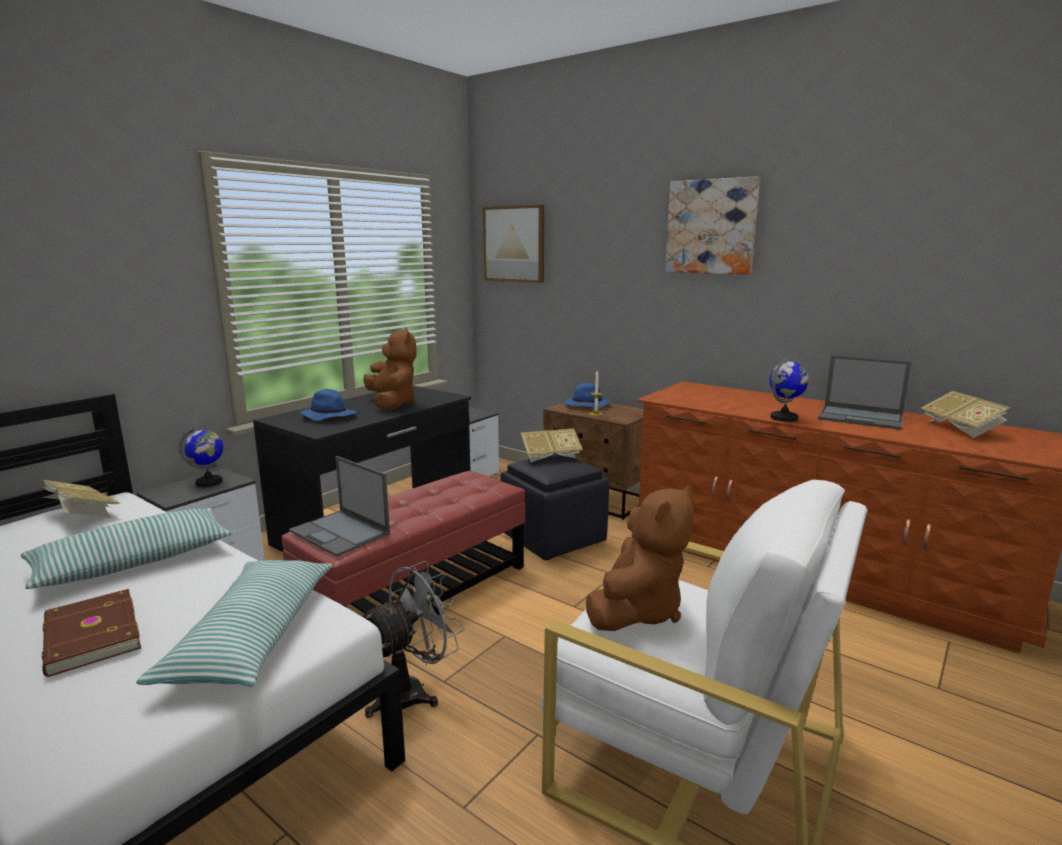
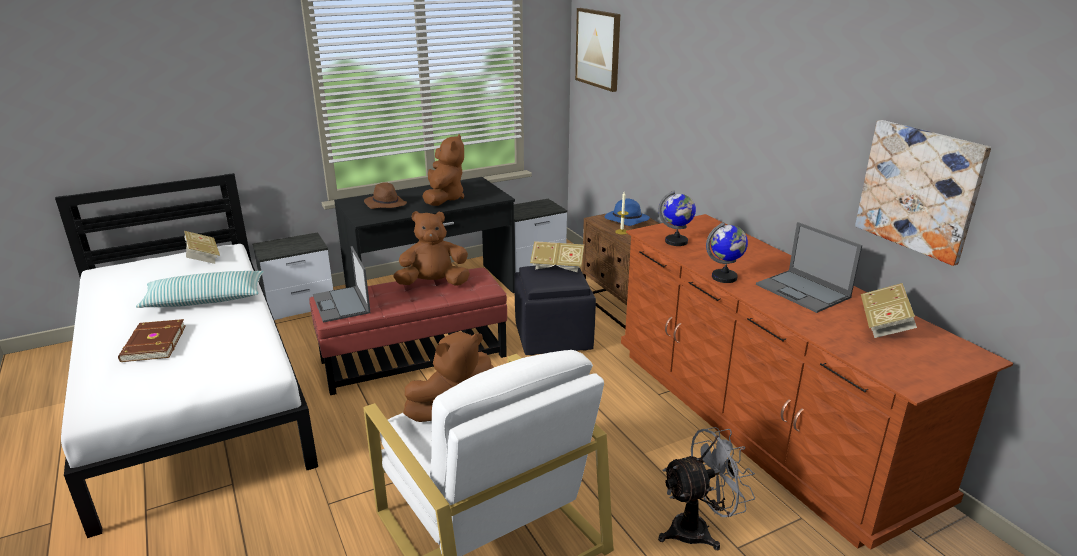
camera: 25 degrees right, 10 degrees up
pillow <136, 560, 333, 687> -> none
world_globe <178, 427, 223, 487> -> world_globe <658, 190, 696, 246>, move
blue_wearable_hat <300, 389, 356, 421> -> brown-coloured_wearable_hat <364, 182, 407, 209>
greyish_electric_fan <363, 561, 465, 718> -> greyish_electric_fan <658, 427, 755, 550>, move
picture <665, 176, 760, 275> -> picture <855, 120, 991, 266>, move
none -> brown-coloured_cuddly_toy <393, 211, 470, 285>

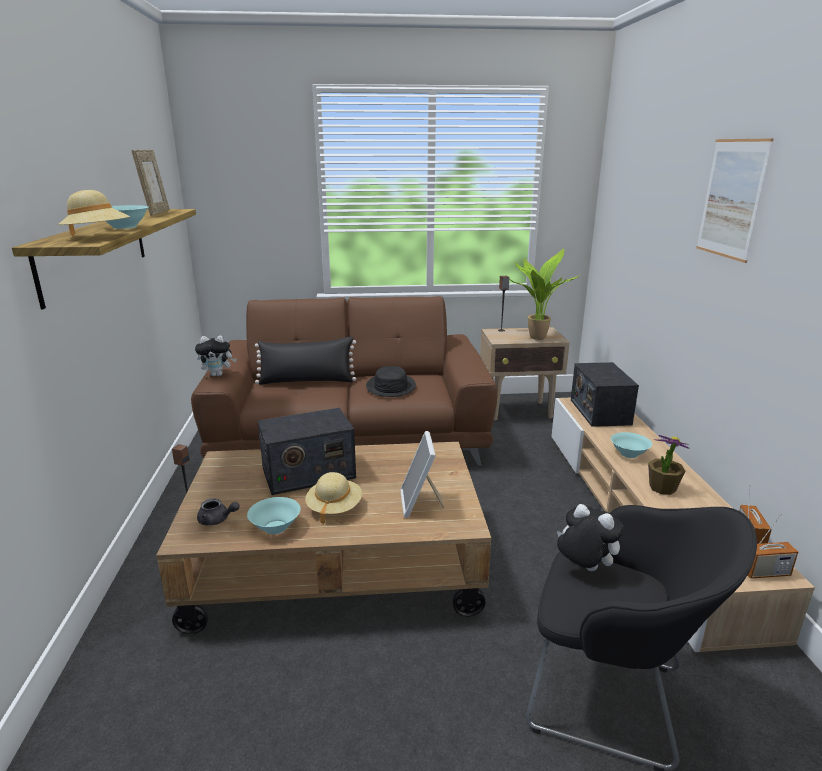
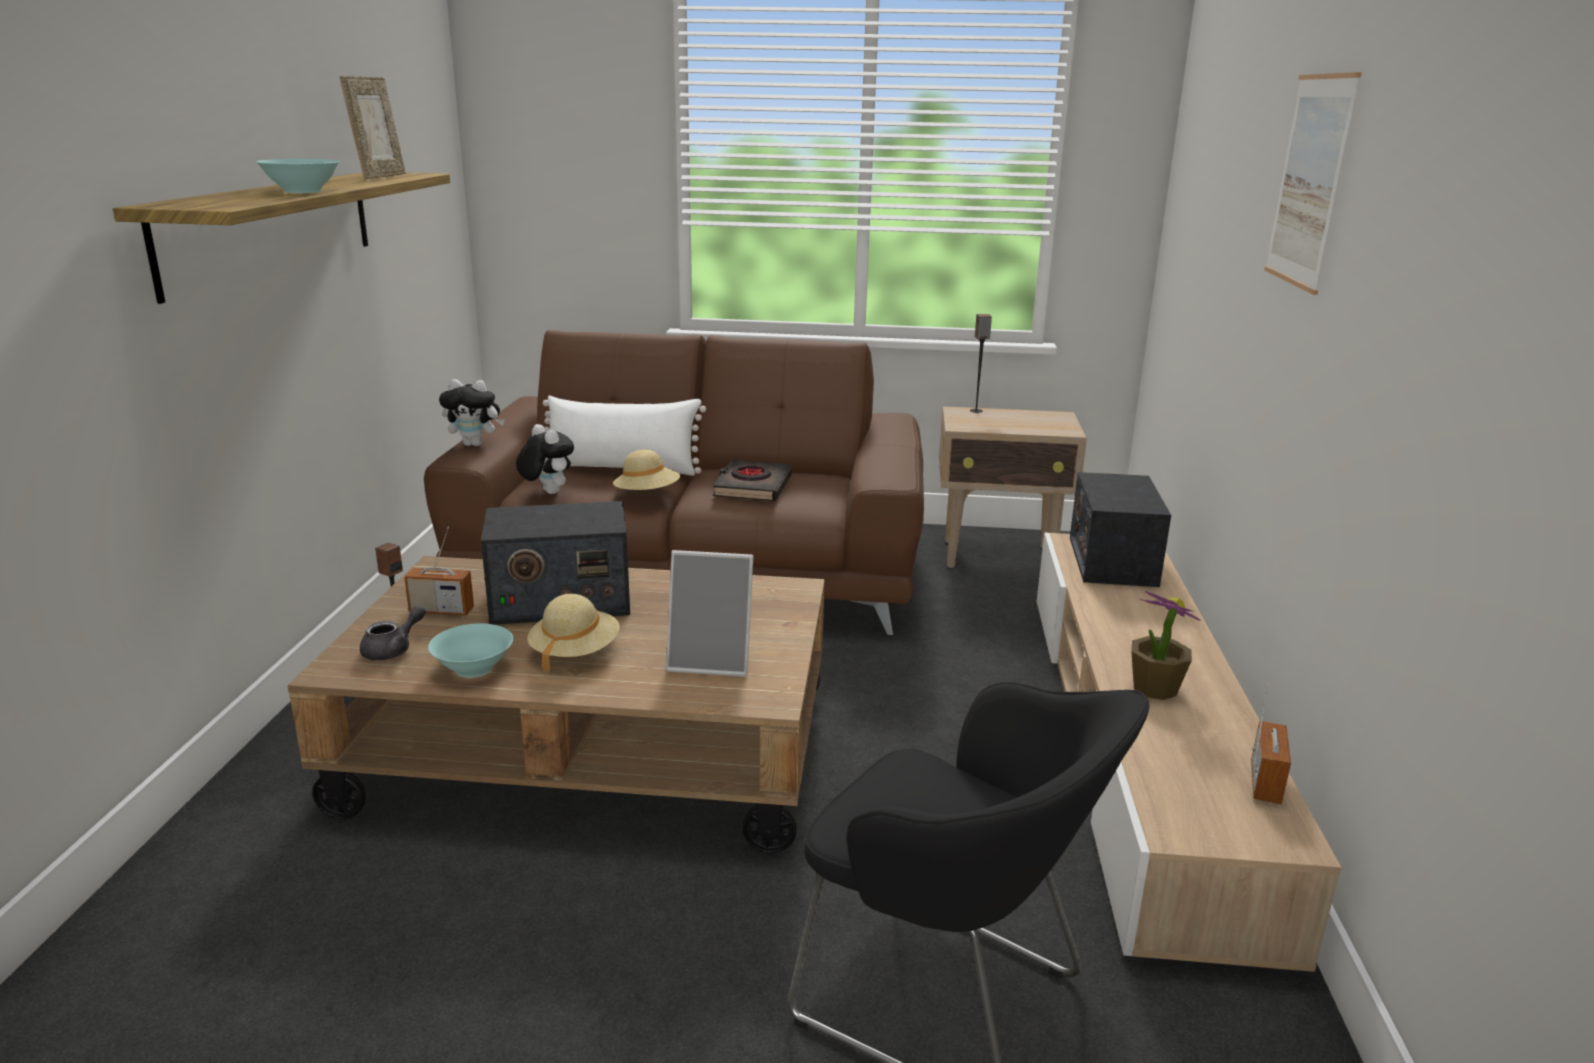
camera: 10 degrees right, 0 degrees up
sand-coloured_wearable_hat <58, 190, 130, 236> -> sand-coloured_wearable_hat <613, 450, 680, 490>, move
greyish_tea_pot <197, 498, 240, 526> -> greyish_tea_pot <360, 605, 426, 660>, 75 degrees counterclockwise
blackish_pillow <255, 336, 356, 385> -> white_pillow <543, 396, 706, 476>
blackish_wearable_hat <366, 366, 416, 397> -> blackish_bound_book <713, 459, 792, 501>
picture_frame <400, 431, 444, 518> -> picture_frame <666, 550, 753, 677>, 90 degrees counterclockwise
plant_in_a_pot <510, 249, 579, 340> -> none
cuddly_toy <557, 504, 624, 571> -> cuddly_toy <516, 424, 574, 494>, move
turquoise-coloured_serving_bowl <611, 432, 652, 458> -> none
radio_receiver <747, 513, 798, 579> -> radio_receiver <404, 527, 474, 615>, move

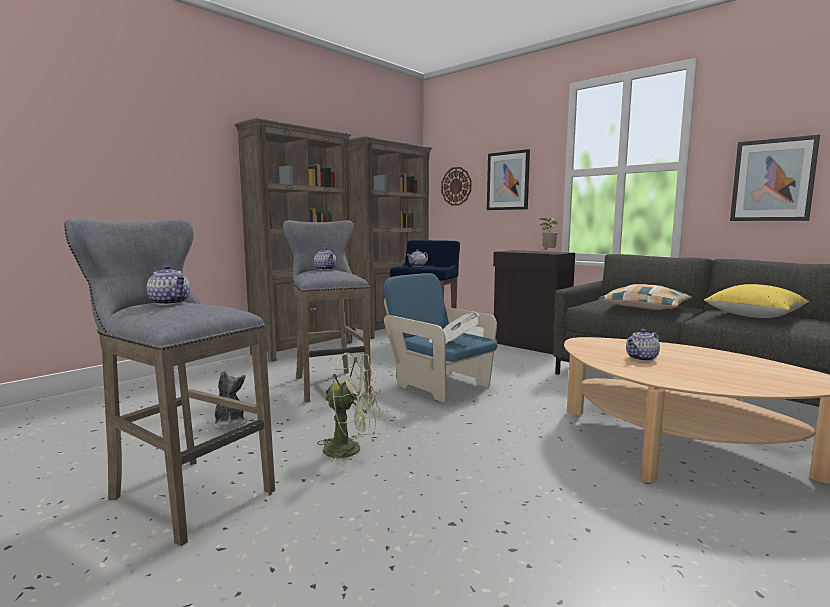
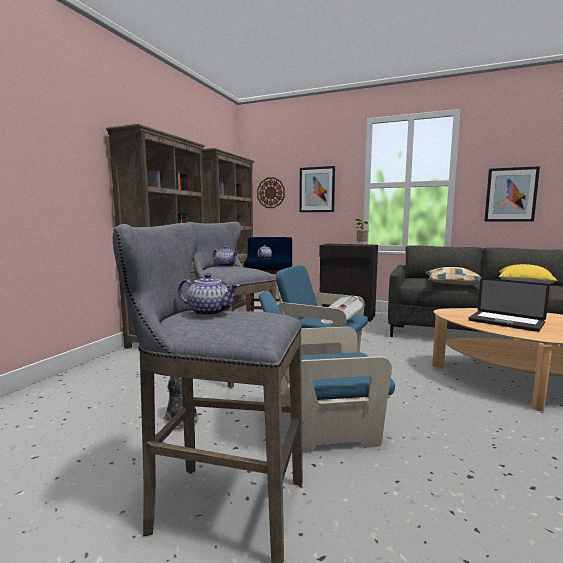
camera: 20 degrees left, 0 degrees up
green_electric_fan <317, 353, 380, 466> -> blue_armchair <259, 291, 395, 453>
tea_pot <626, 329, 660, 361> -> portable_computer <468, 278, 550, 332>

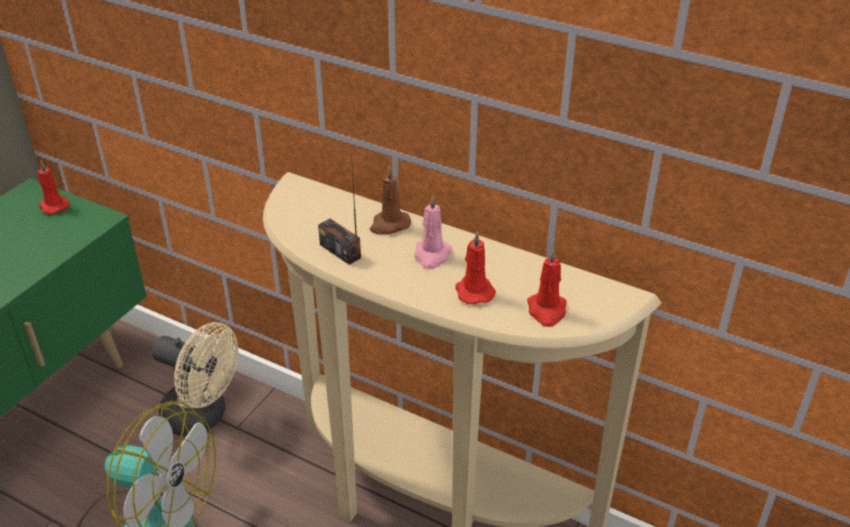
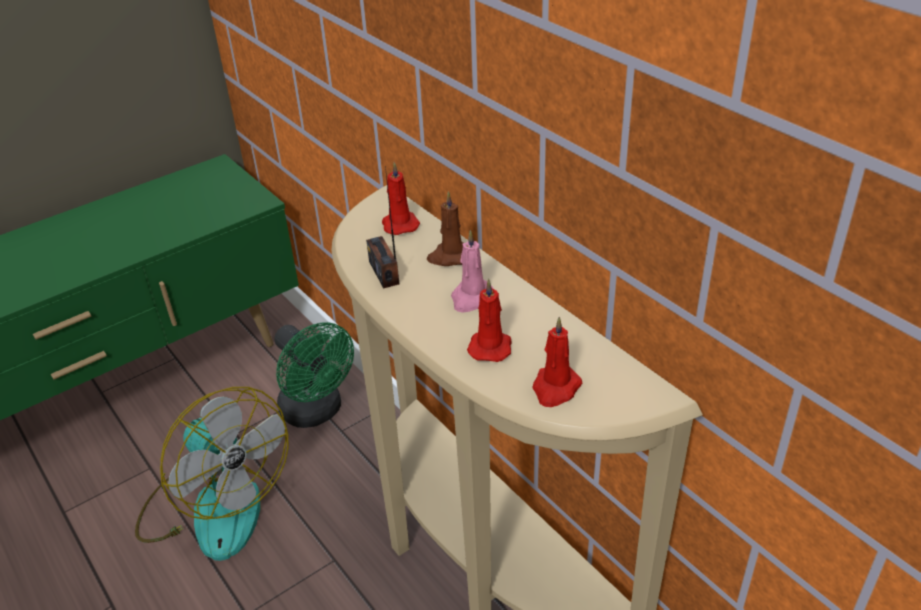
camera: 25 degrees right, 0 degrees up
red_wax_light <38, 161, 70, 214> -> red_wax_light <382, 162, 420, 235>, move
sand-coloured_electric_fan <152, 322, 238, 436> -> green_electric_fan <274, 322, 354, 428>

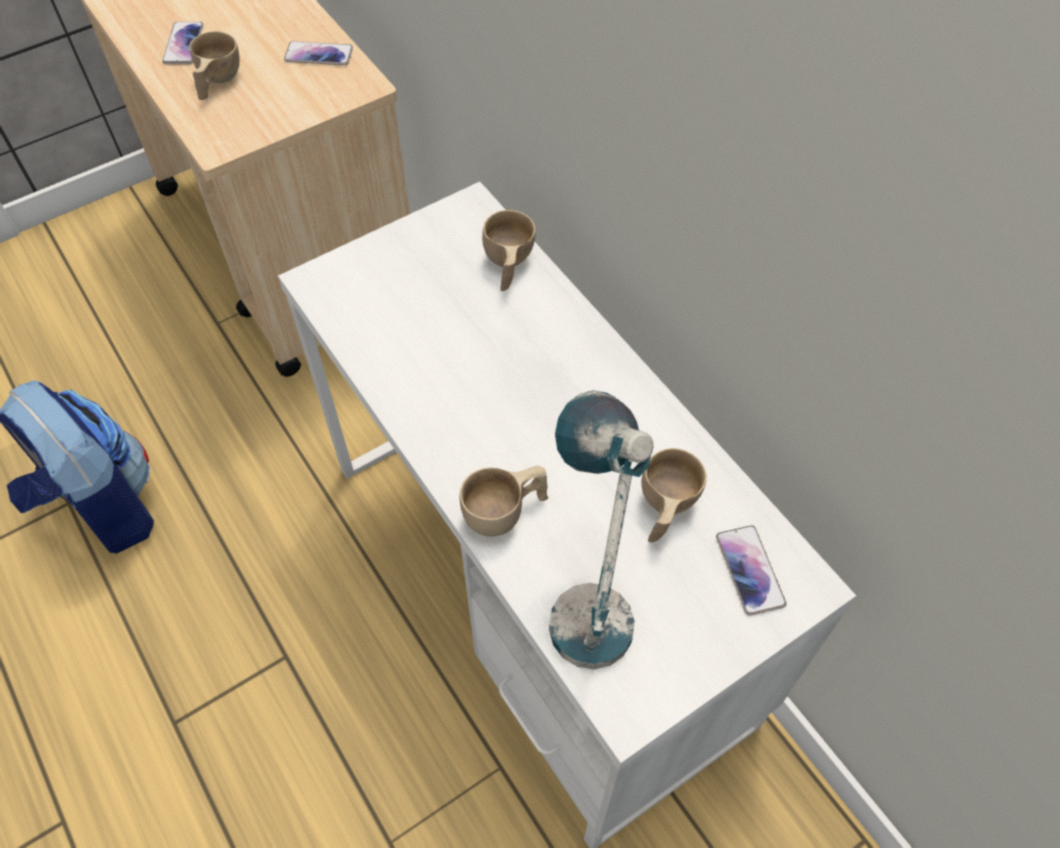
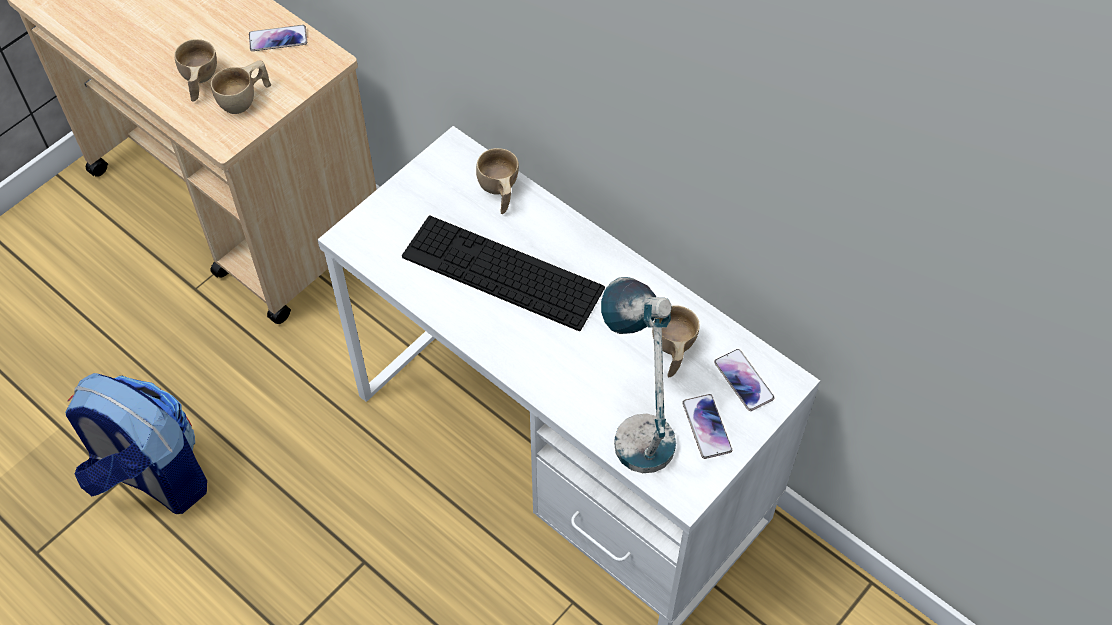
camera: 15 degrees left, 0 degrees up
telephone <162, 22, 203, 64> -> telephone <682, 394, 732, 459>, move
sand-coloured_drinking_cup <459, 466, 548, 537> -> sand-coloured_drinking_cup <211, 61, 271, 114>, move
none -> PC_keyboard <402, 216, 605, 331>

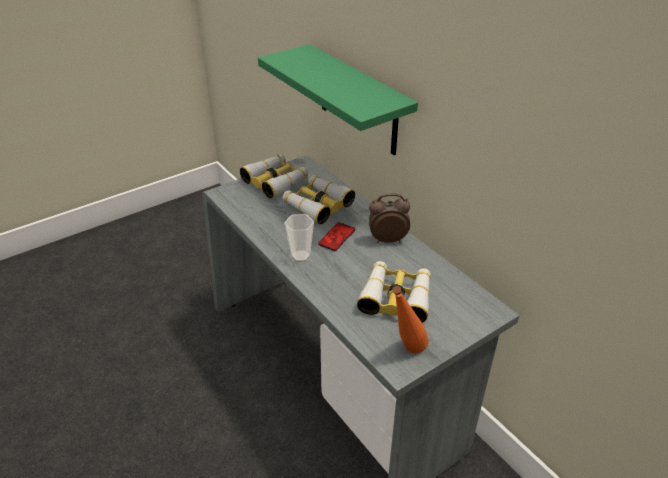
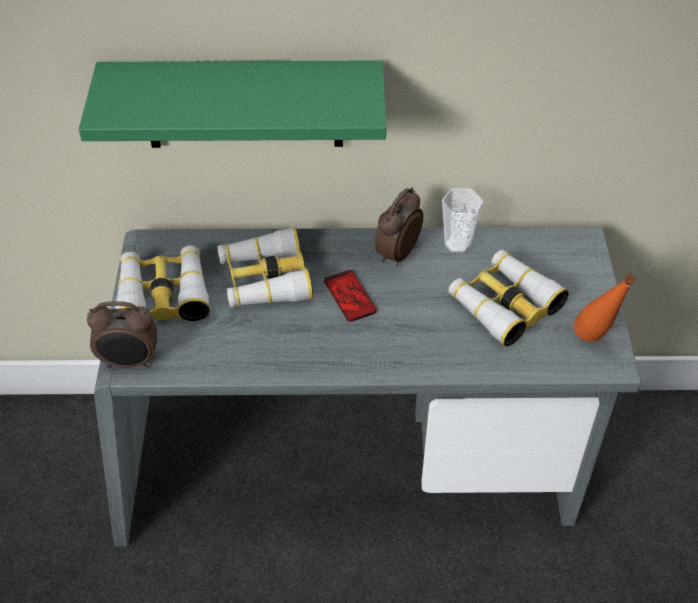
camera: 55 degrees left, 10 degrees up
drinking_cup <285, 214, 314, 262> -> drinking_cup <442, 188, 483, 253>, move
none -> bedside_clock <87, 301, 157, 368>

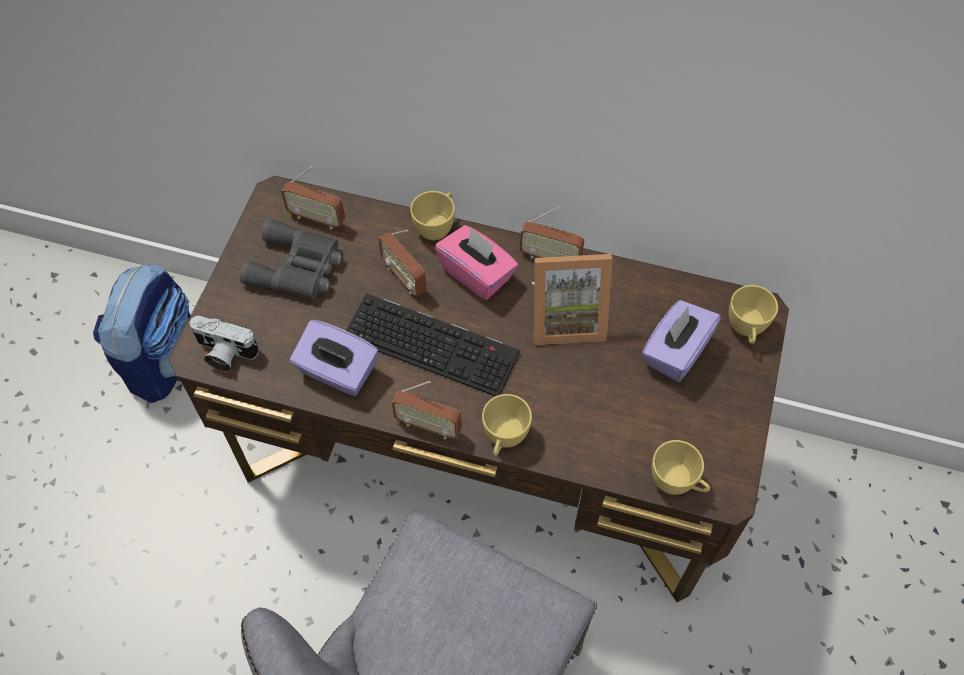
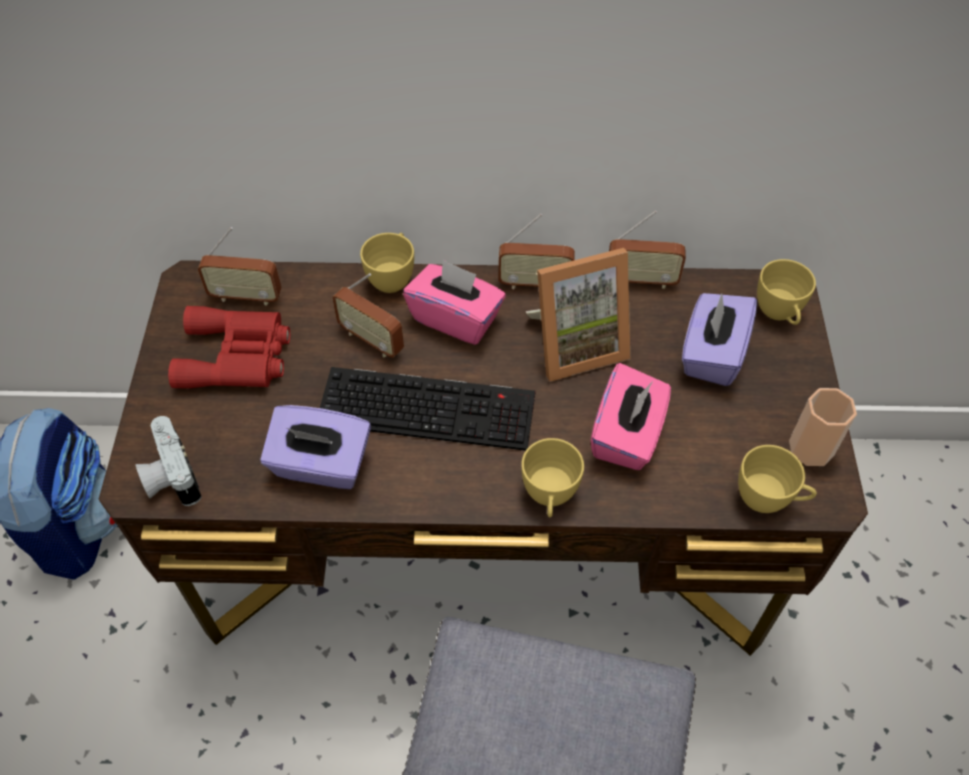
camera: 15 degrees left, 5 degrees down
photo_camera <190, 316, 259, 372> -> photo_camera <136, 416, 202, 506>, 60 degrees clockwise
greyish_pair_of_binoculars <240, 219, 343, 299> -> red_pair_of_binoculars <168, 306, 290, 389>
radio_receiver <392, 381, 462, 439> -> radio_receiver <609, 211, 686, 289>, move
none -> pink-coloured_box_of_tissues <591, 363, 671, 470>
none -> drinking_cup <789, 388, 857, 466>

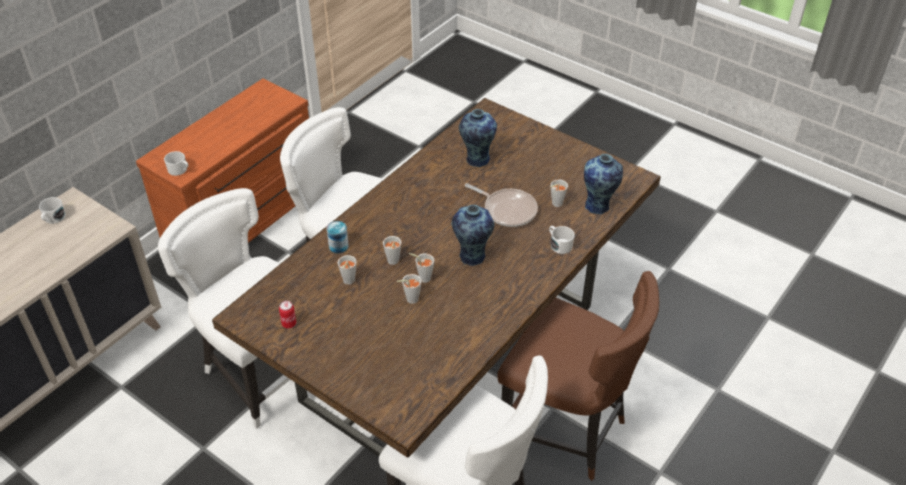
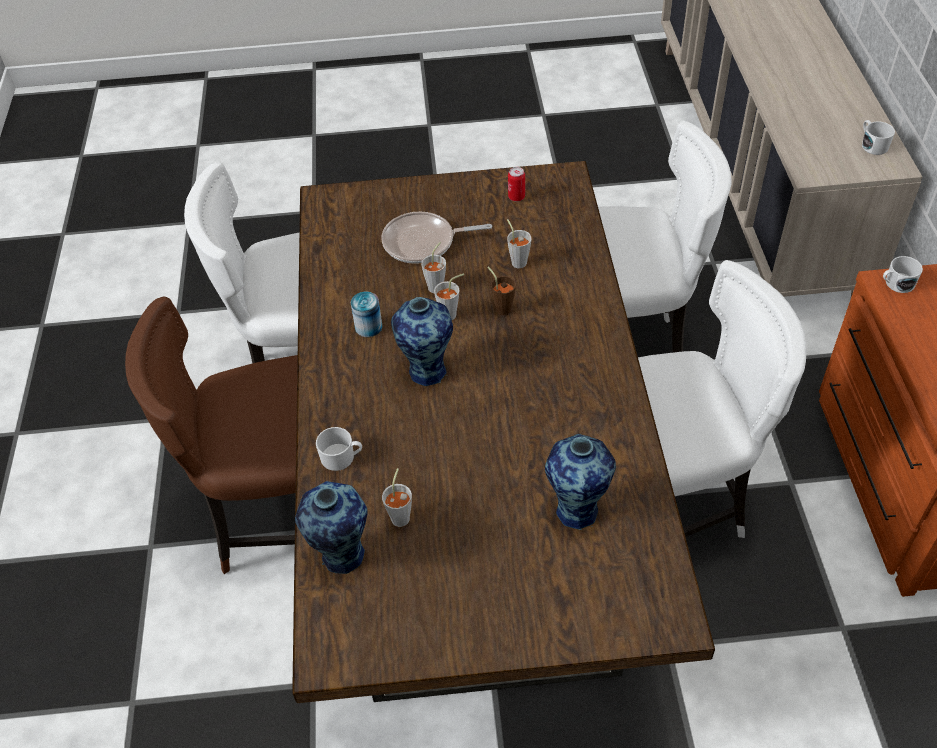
camera: 140 degrees right, 5 degrees up
metal_can <327, 221, 349, 253> -> metal_can <351, 292, 382, 337>, move
greyish_drinking_cup <383, 236, 401, 265> -> brown-coloured_drinking_cup <487, 267, 516, 315>
skillet <465, 183, 538, 227> -> skillet <381, 212, 492, 264>, move

